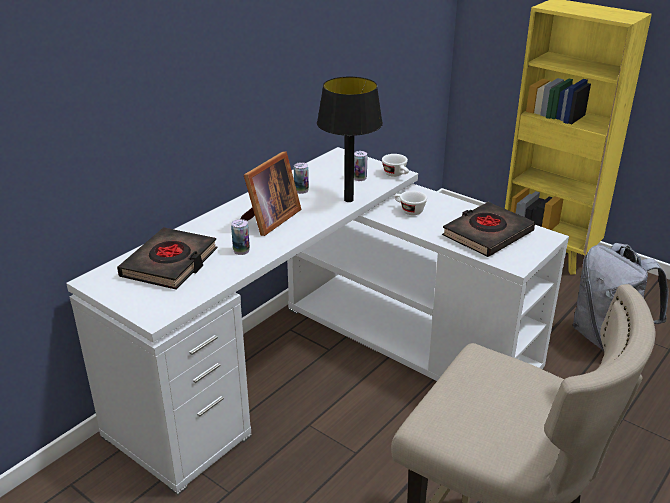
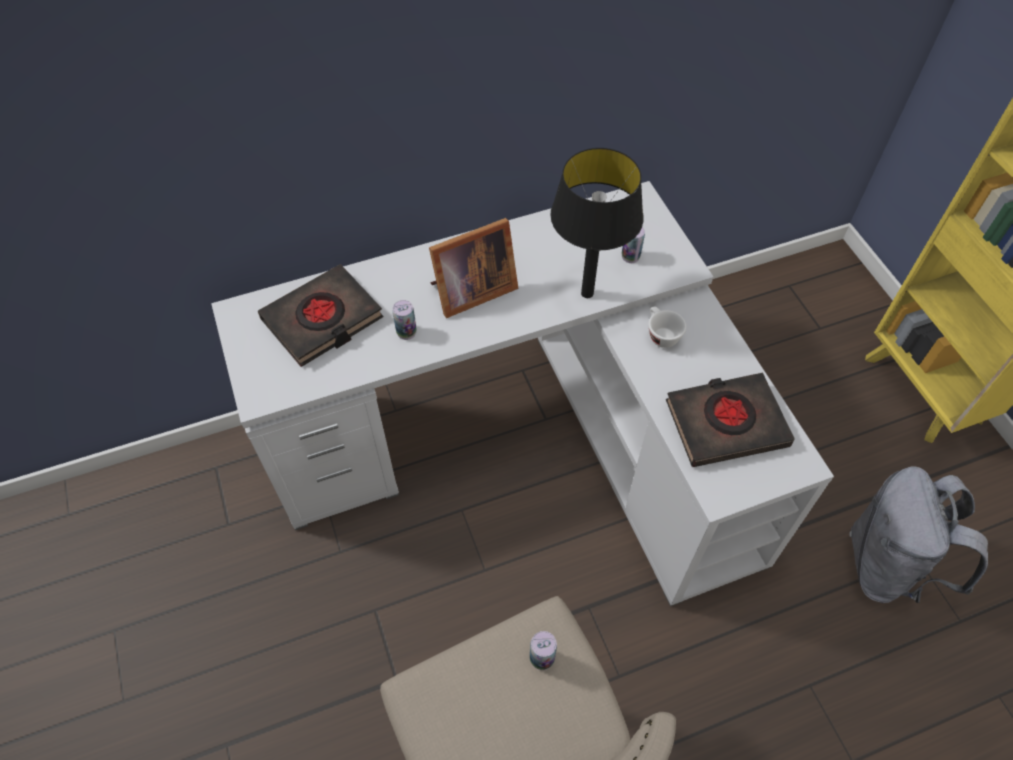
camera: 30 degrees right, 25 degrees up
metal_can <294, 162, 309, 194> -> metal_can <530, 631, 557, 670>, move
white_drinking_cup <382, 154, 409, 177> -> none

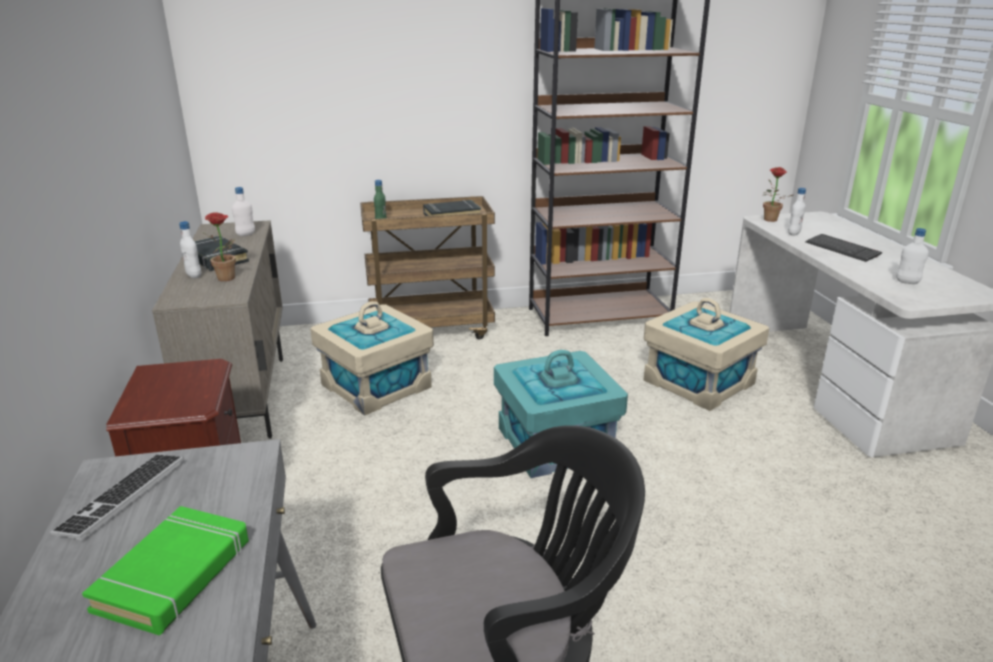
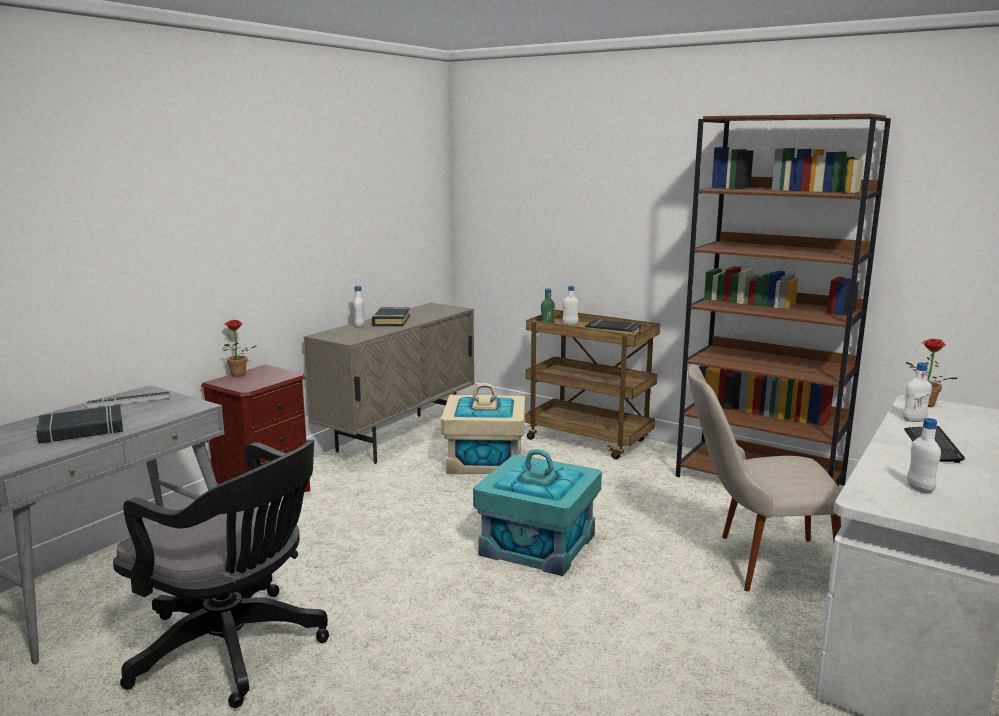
camera: 45 degrees right, 10 degrees down
green_bound_book <82, 506, 249, 635> -> blackish_bound_book <36, 405, 123, 444>
plant_in_a_pot <202, 212, 236, 281> -> plant_in_a_pot <222, 320, 257, 377>, move
white_beverage_bottle <232, 187, 255, 236> -> white_beverage_bottle <562, 286, 579, 325>, move
sand-coloured_storage_bin <643, 298, 769, 411> -> sand-coloured_plain_chair <688, 365, 841, 592>

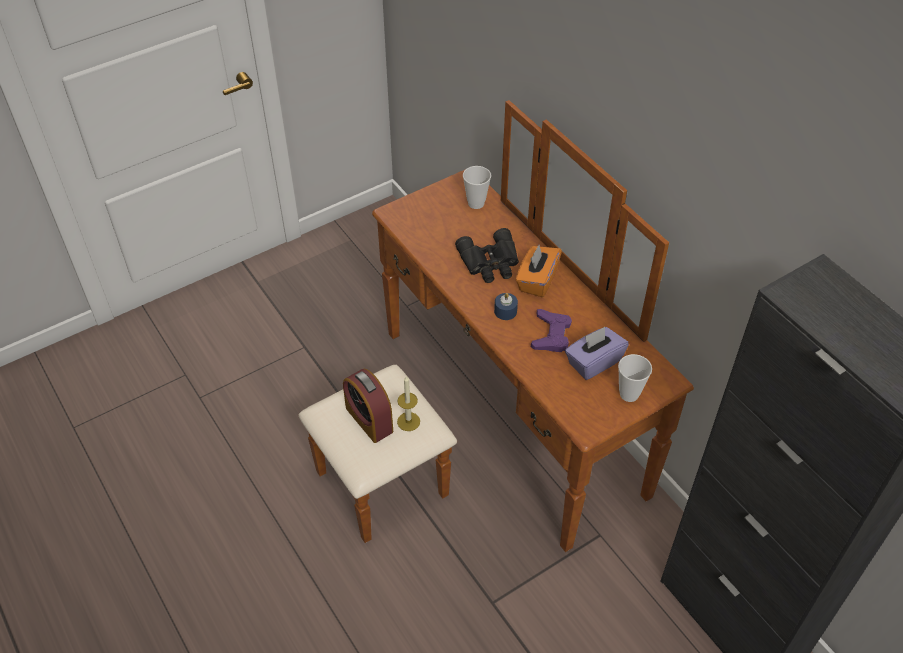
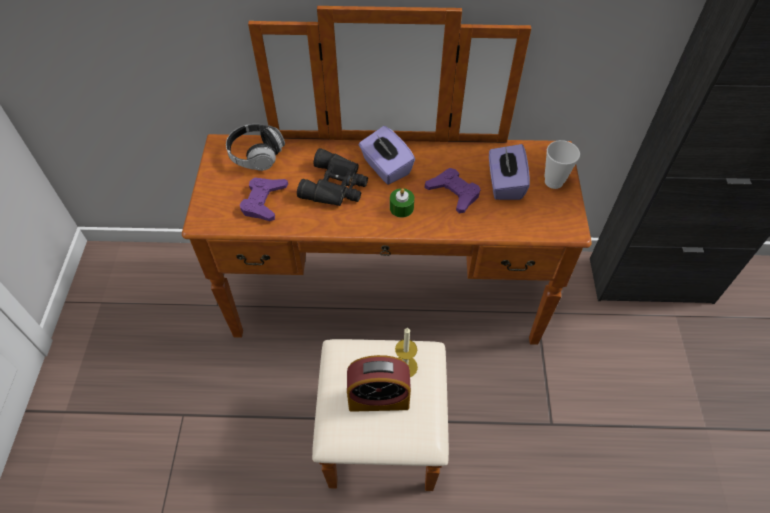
camera: 55 degrees left, 5 degrees up
drinking_cup <463, 166, 491, 209> -> pair_of_headphones <226, 124, 285, 171>
blue_wax_light <494, 293, 518, 320> -> green_wax_light <390, 188, 414, 218>
orange-coloured_box_of_tissues <516, 245, 562, 297> -> purple_box_of_tissues <359, 126, 415, 185>
none -> purple_gamepad <240, 178, 288, 221>

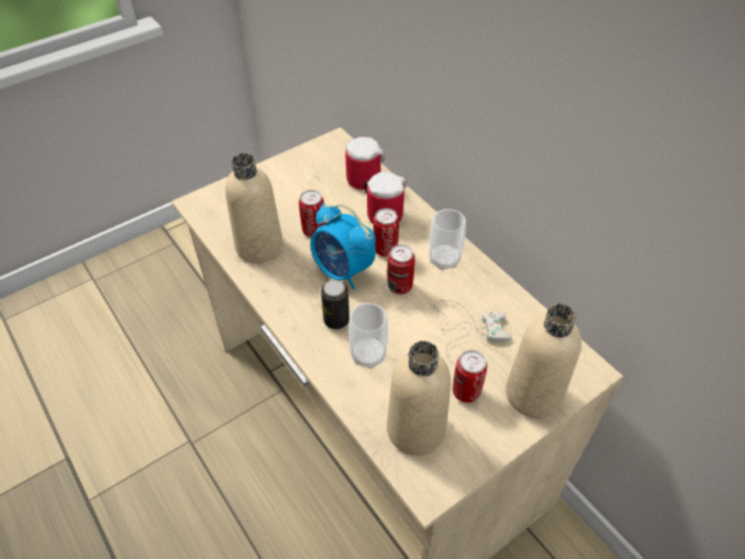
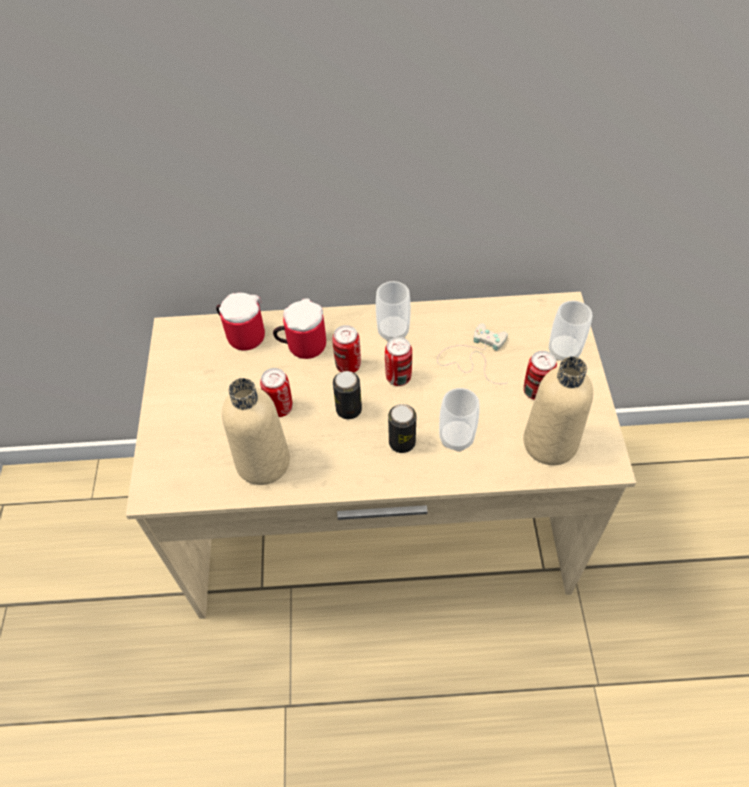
camera: 55 degrees left, 5 degrees up
bedside_clock <310, 203, 376, 289> -> metal_can <333, 371, 362, 419>
sand-coloured_beverage_bottle <506, 304, 582, 418> -> drinking_cup <549, 301, 592, 361>

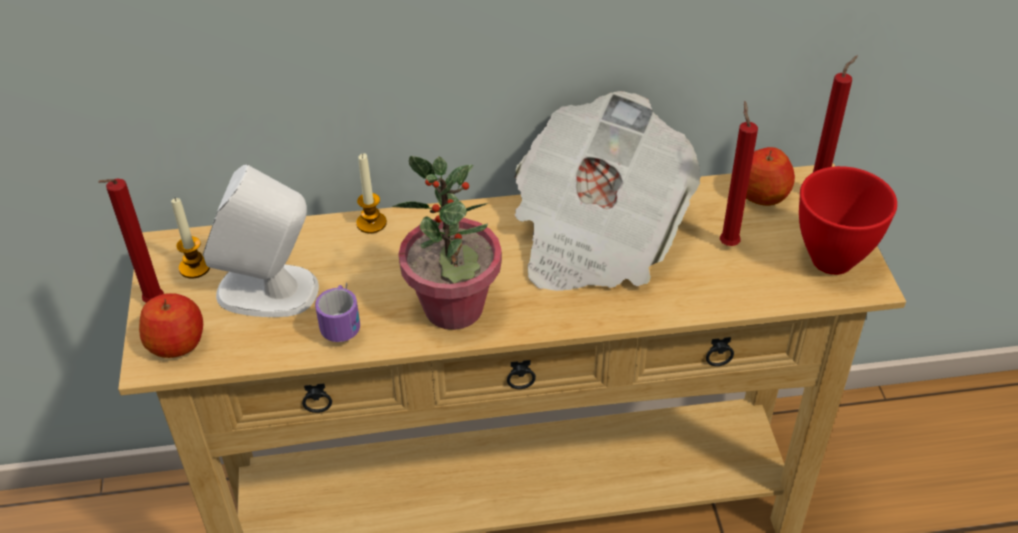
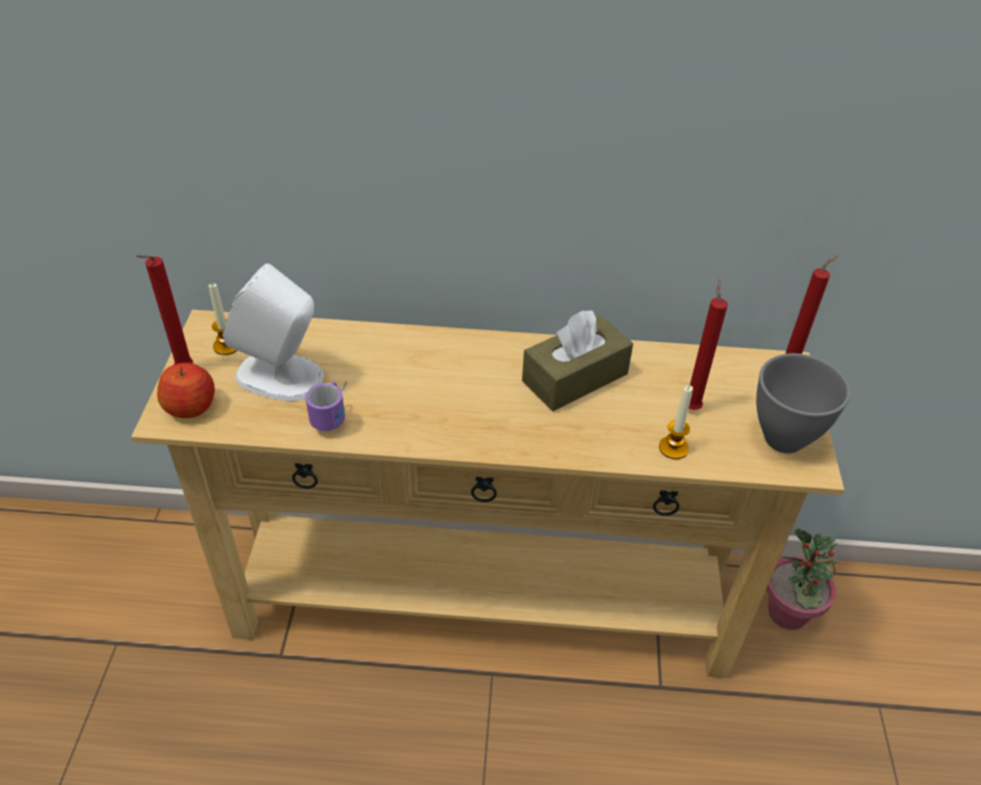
camera: 10 degrees right, 0 degrees up
wax_light <356, 153, 387, 233> -> wax_light <659, 385, 693, 459>, move
plant_in_a_pot <392, 156, 502, 330> -> plant_in_a_pot <766, 528, 839, 630>, move
printed_paper <514, 91, 701, 291> -> brown-coloured_box_of_tissues <522, 310, 633, 411>
apple_fruit <746, 147, 795, 206> -> none
red_serving_bowl <799, 166, 897, 275> -> greyish_serving_bowl <756, 353, 850, 453>

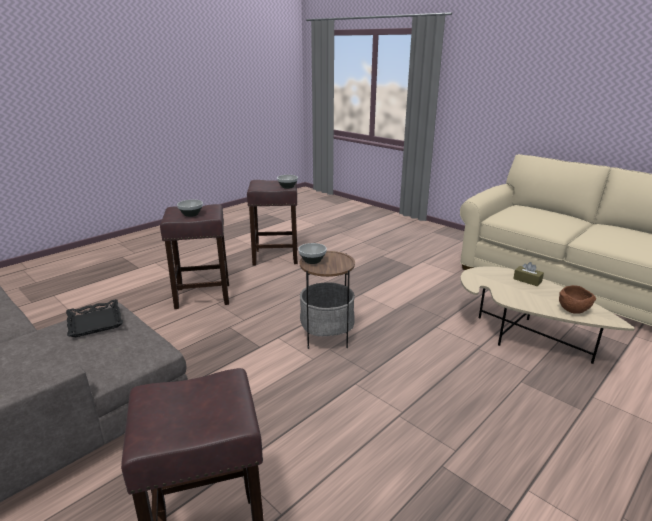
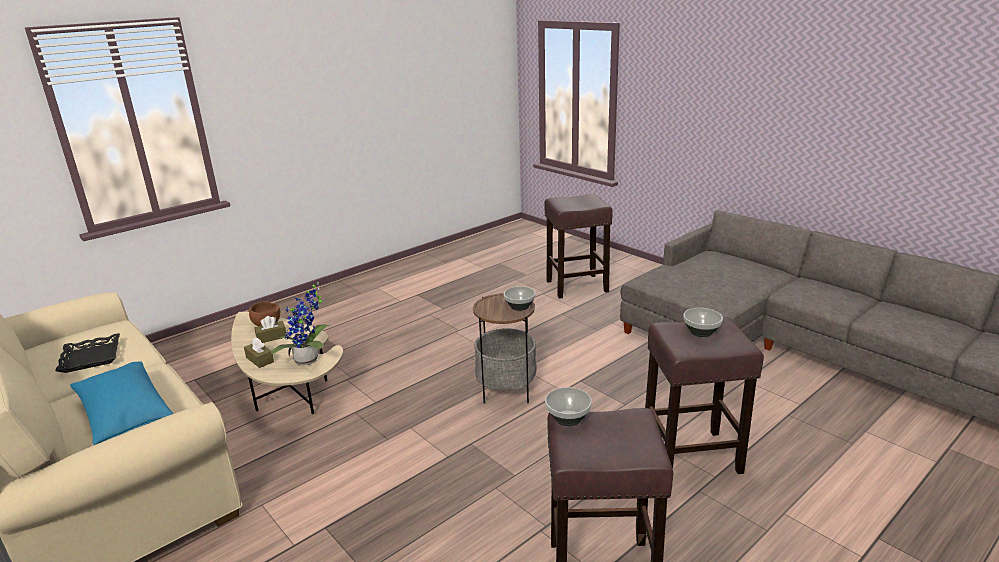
camera: 175 degrees left, 0 degrees up
blackish_carrying_tray <66, 299, 123, 337> -> blackish_carrying_tray <55, 333, 120, 373>, move
none -> blue_pillow <70, 361, 173, 445>
none -> brown-coloured_box_of_tissues <254, 316, 287, 343>
none -> plant_in_a_pot <271, 282, 330, 365>

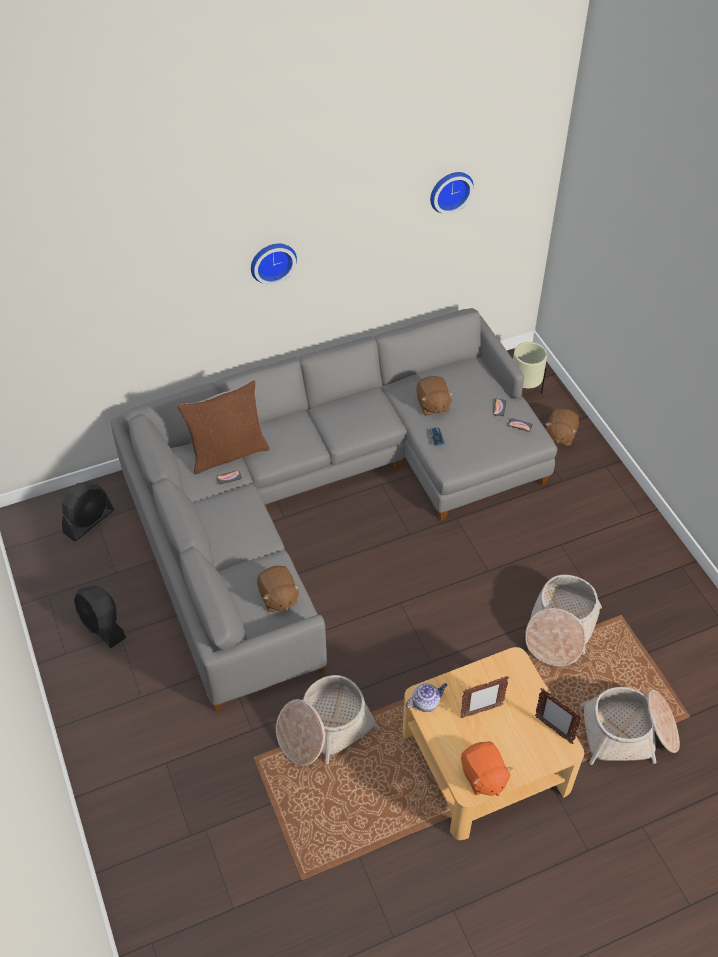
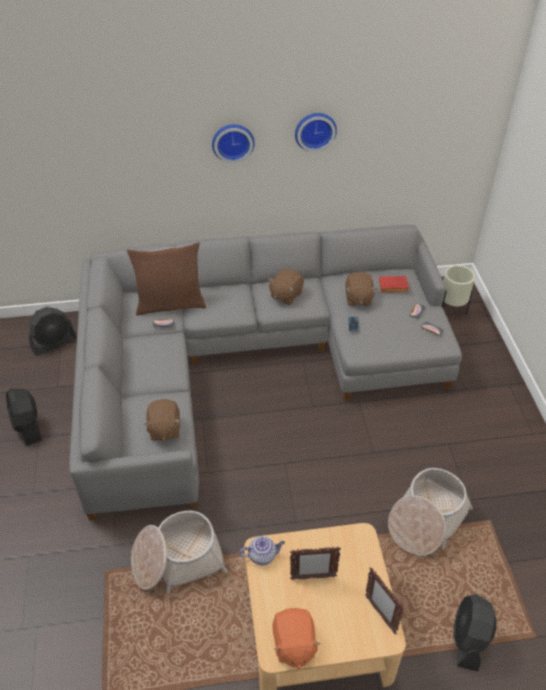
camera: 15 degrees right, 5 degrees down
hanging_clock <430, 172, 474, 214> -> hanging_clock <295, 113, 337, 152>, move
brown-coloured_cuddly_toy <546, 408, 579, 446> -> brown-coloured_cuddly_toy <268, 269, 304, 305>, move
household_basket <580, 687, 680, 765> -> blackish_electric_fan <453, 594, 497, 671>
none -> red_bound_book <379, 276, 409, 292>

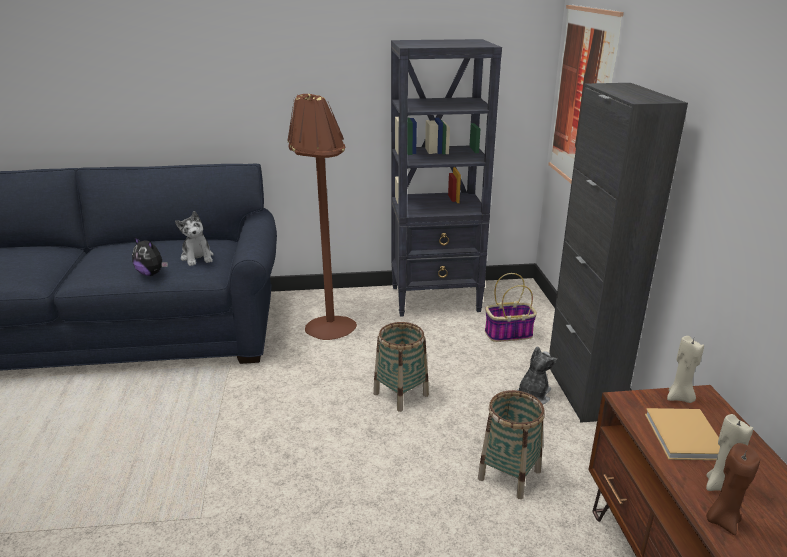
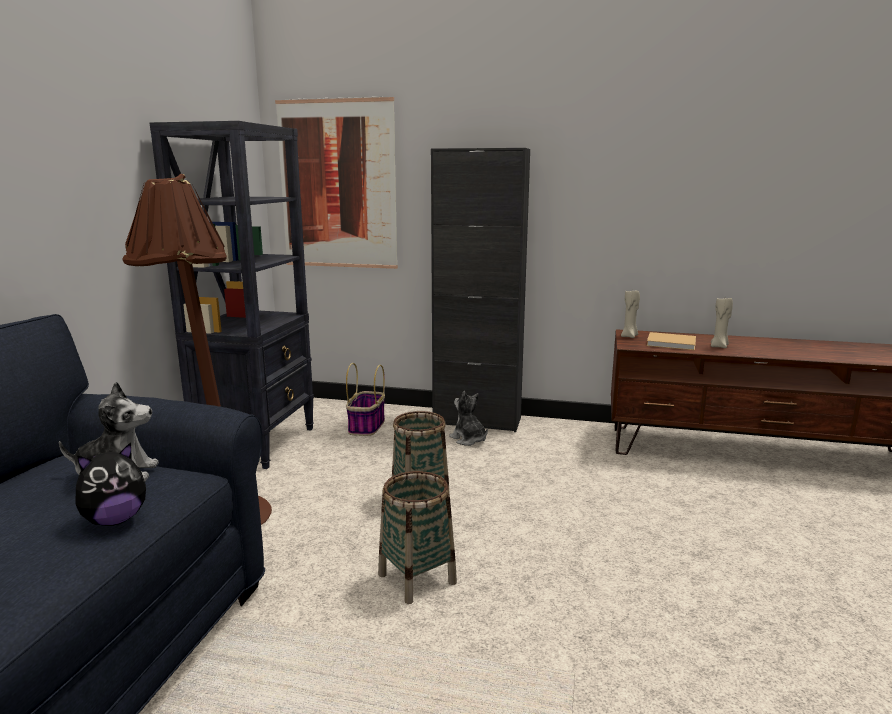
camera: 70 degrees left, 10 degrees down
household_basket <478, 390, 545, 499> -> household_basket <378, 471, 457, 604>, move
brown-coloured_wax_light <706, 443, 760, 535> -> none

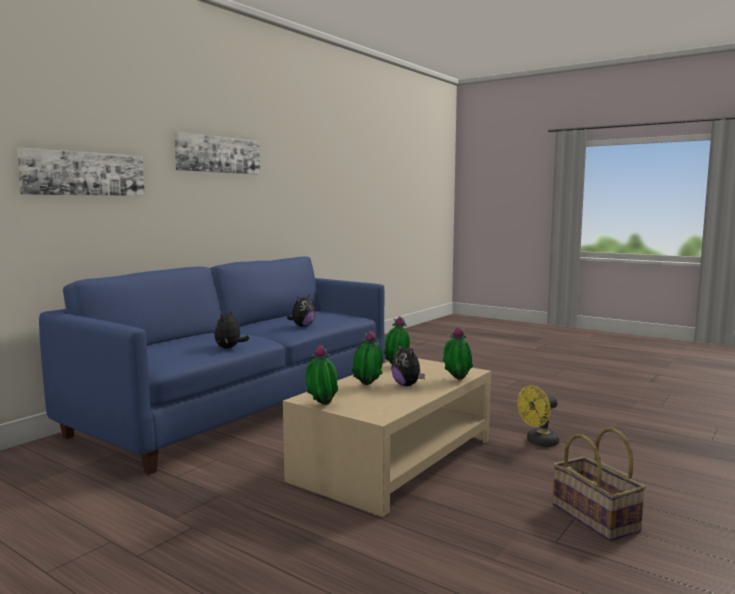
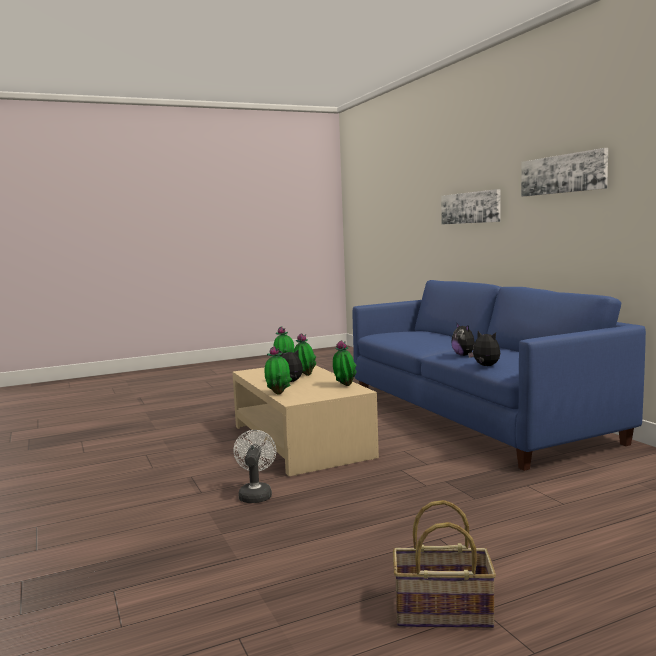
camera: 120 degrees right, 0 degrees up
cuddly_toy <214, 311, 249, 349> -> cuddly_toy <468, 331, 500, 366>, move
yellow-coloured_electric_fan <517, 385, 560, 447> -> white_electric_fan <233, 430, 276, 503>
household_basket <553, 427, 646, 541> -> household_basket <393, 500, 496, 628>, move

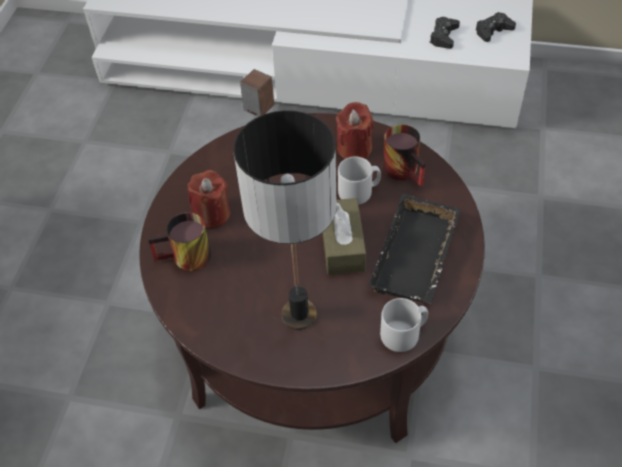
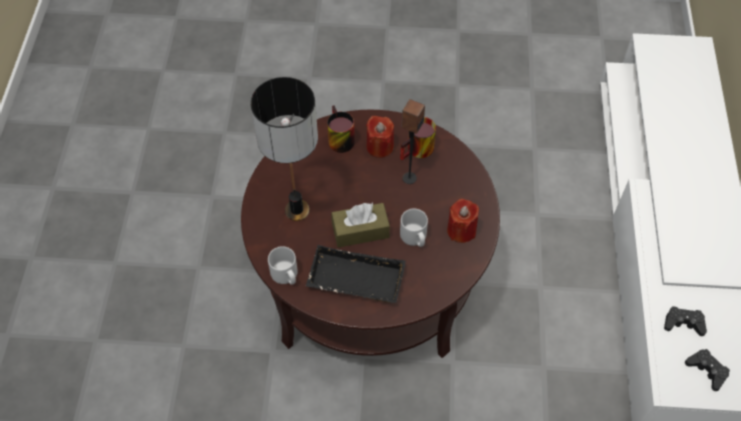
camera: 80 degrees right, 5 degrees up
mug <383, 124, 426, 187> -> mug <400, 117, 436, 160>, move

